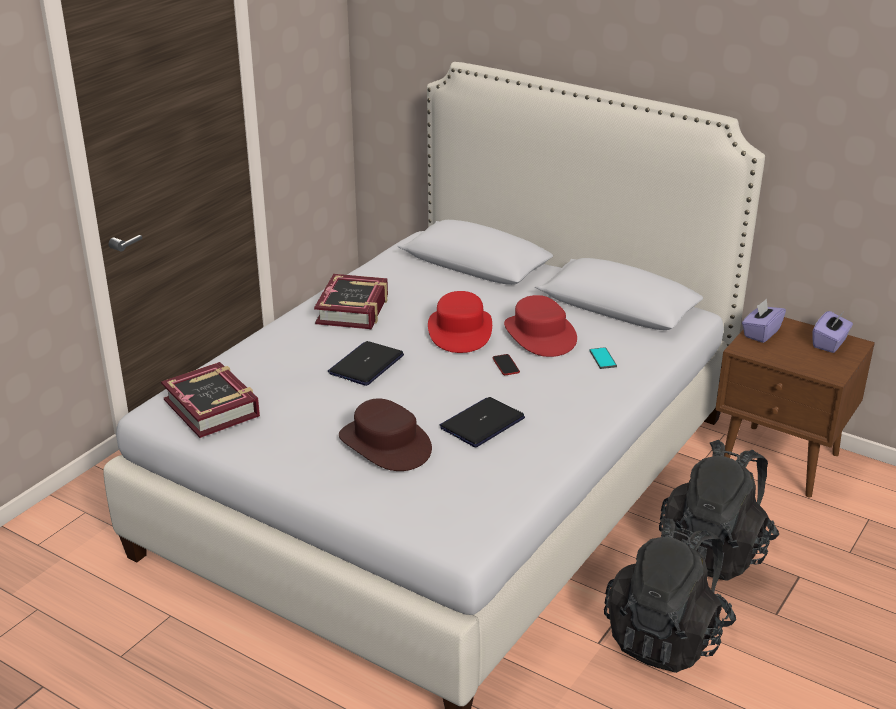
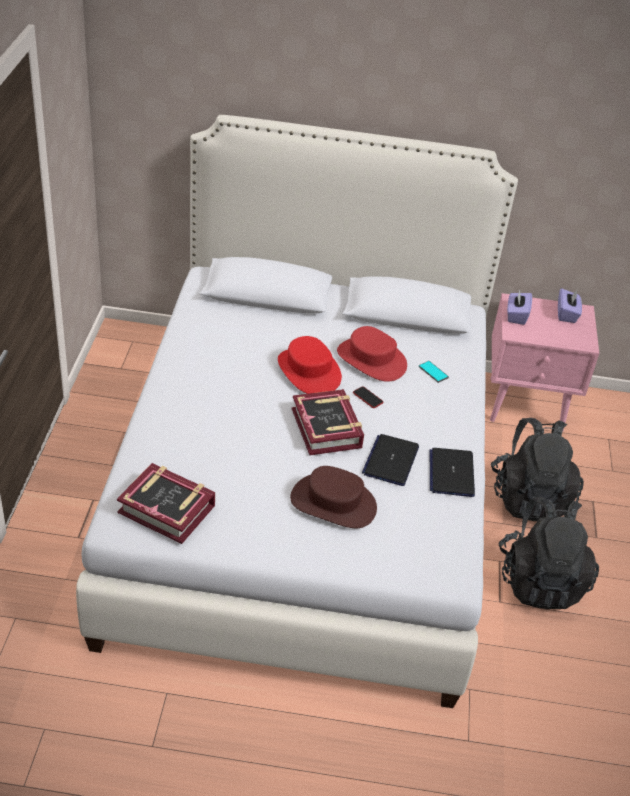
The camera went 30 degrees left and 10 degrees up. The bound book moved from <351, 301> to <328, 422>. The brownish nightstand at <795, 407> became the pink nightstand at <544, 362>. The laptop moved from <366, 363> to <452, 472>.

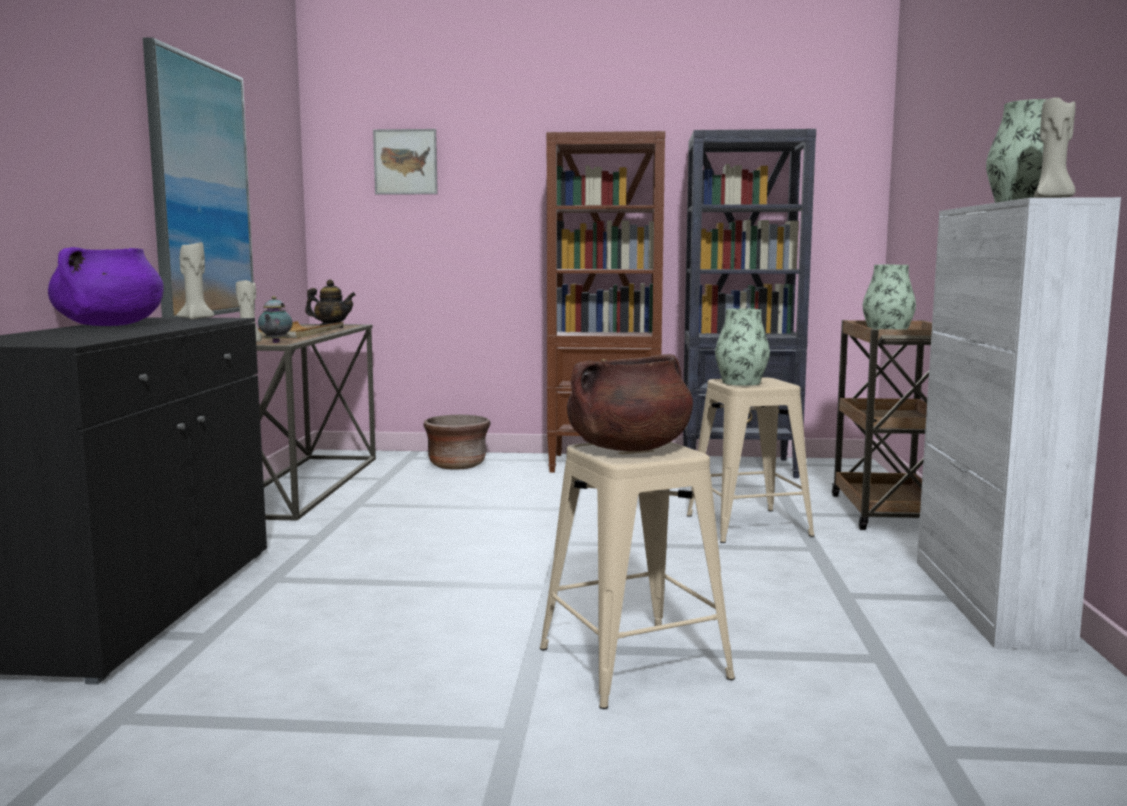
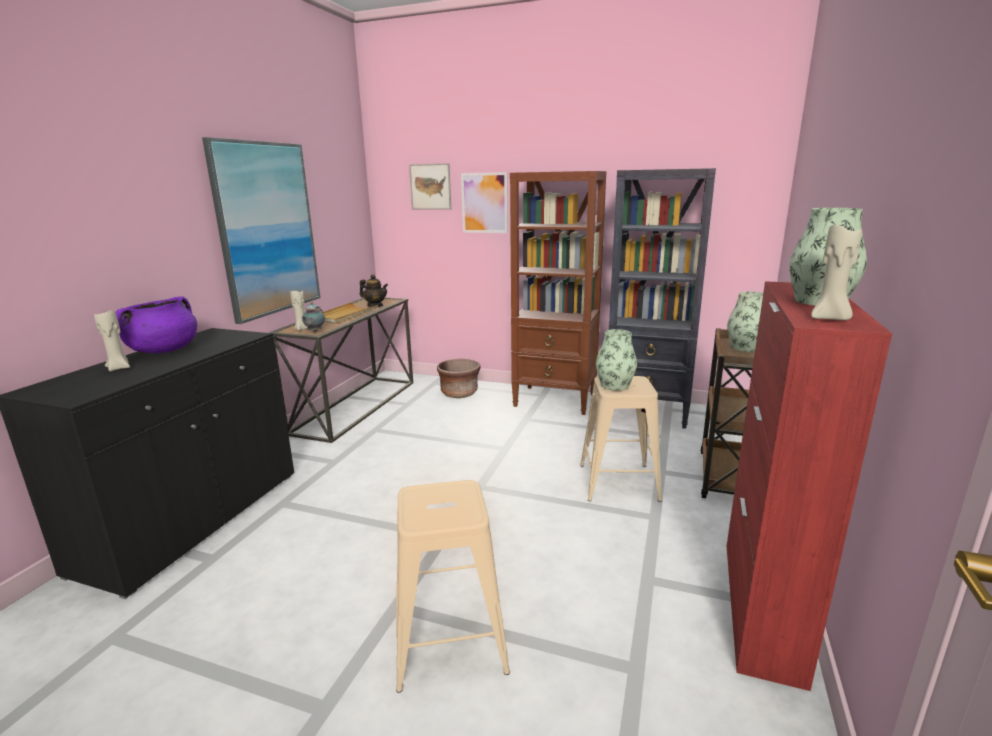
The camera went 15 degrees right and 10 degrees up. The white cabinet at <1019, 424> became the red-coloured cabinet at <809, 486>. The sand-coloured candle moved from <195, 281> to <112, 340>. The brownish cooking pot at <630, 402> disappeared. The picture at <484, 202> appeared.

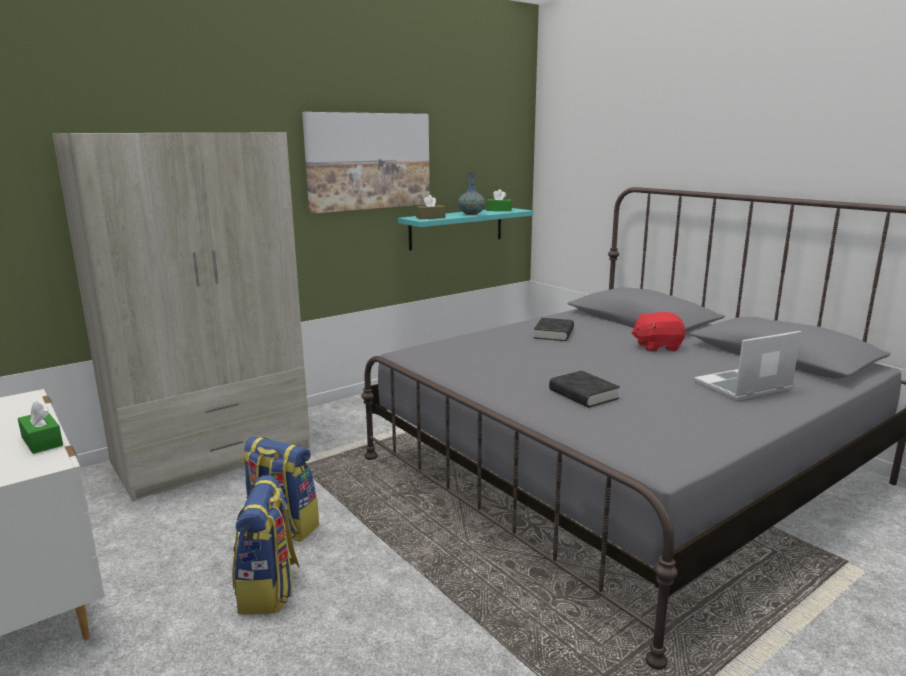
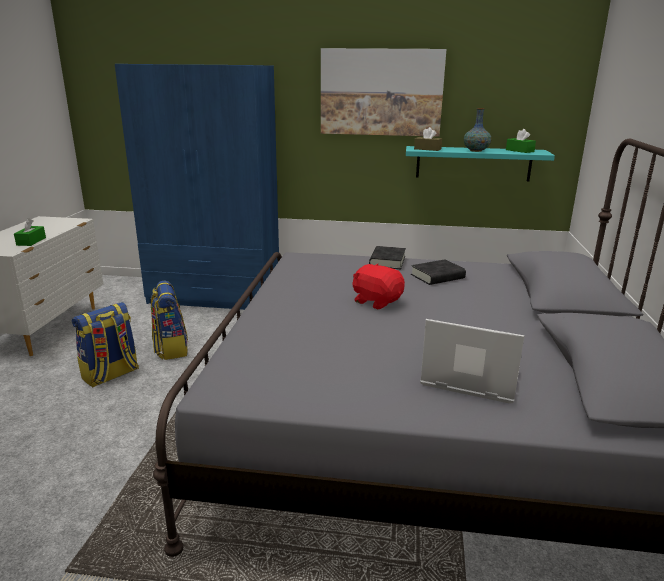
The camera went 45 degrees right and 5 degrees up. The sand-coloured clothes cupboard at <181, 317> became the blue clothes cupboard at <197, 187>. The red-coloured cuddly toy moved from <659, 331> to <378, 286>. The black-coloured bound book moved from <584, 389> to <387, 257>.

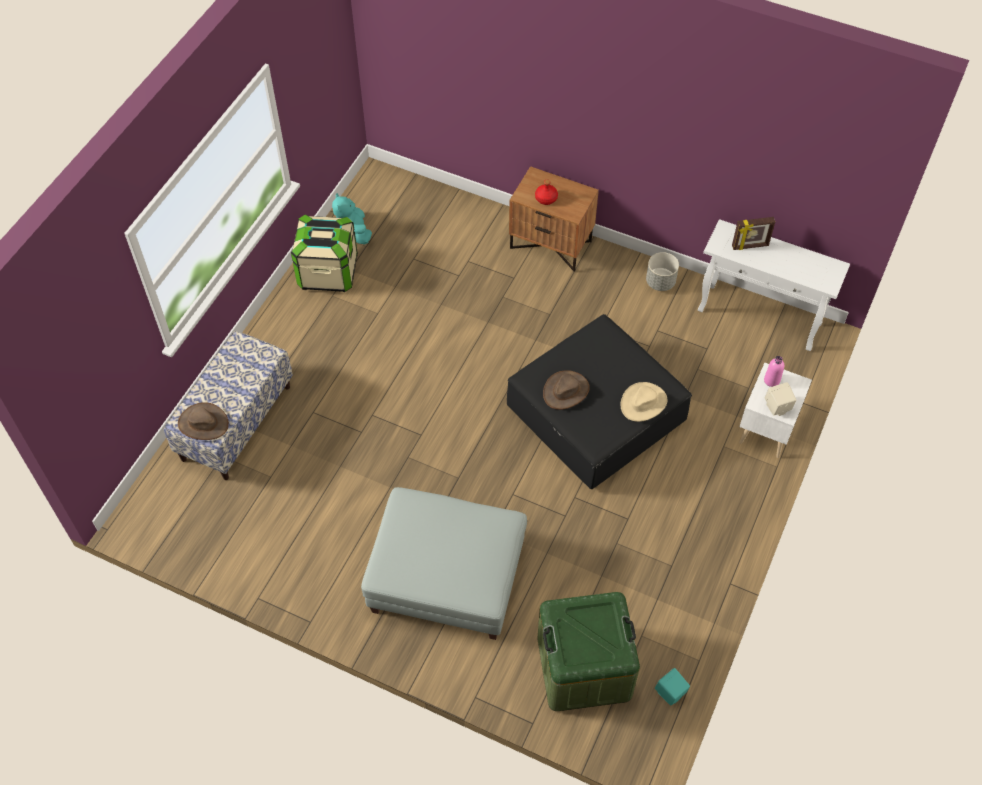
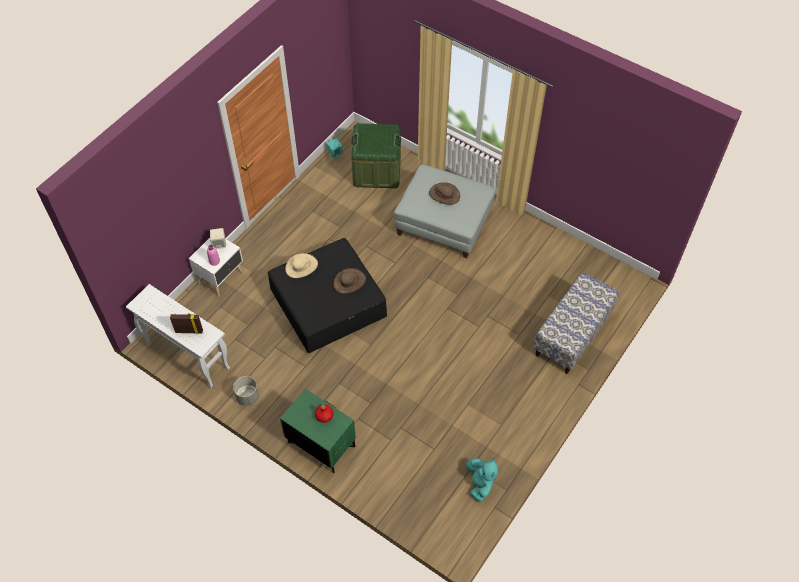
The camera went 170 degrees left and 0 degrees up. The brownish nightstand at <554, 218> became the greenish nightstand at <318, 431>. The storage bin at <324, 253> disappeared. The brownish hat moved from <203, 421> to <444, 193>.

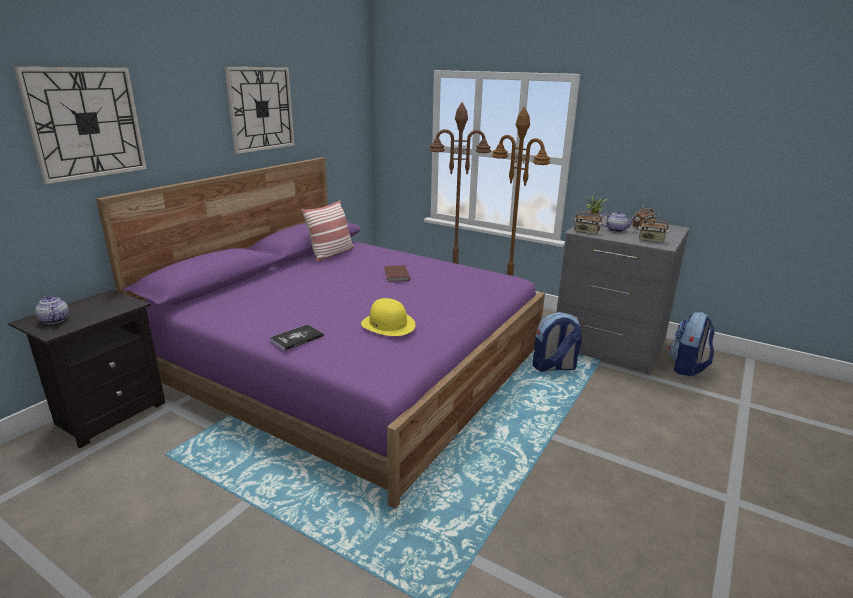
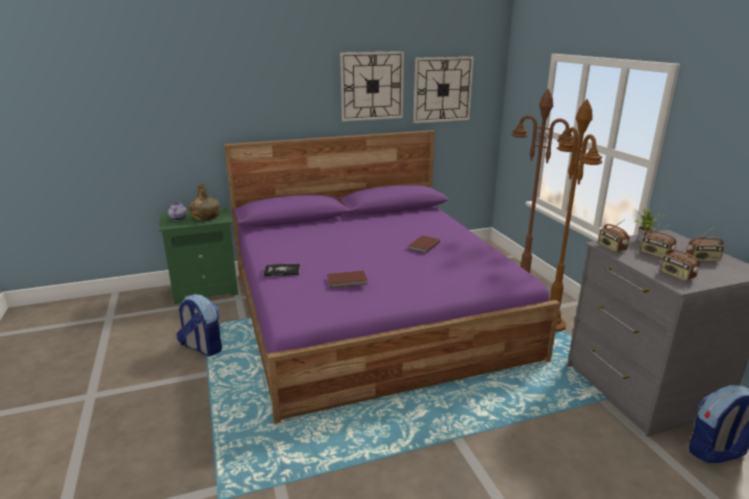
The camera went 40 degrees right and 0 degrees up. The hanging clock moved from <80, 125> to <443, 90>. The pillow at <327, 231> disappeared. The teapot at <618, 221> was replaced by the radio receiver at <658, 241>. The black-coloured nightstand at <86, 369> became the greenish nightstand at <198, 255>. The yellow-coloured hat at <388, 317> was replaced by the brownish bound book at <347, 279>. The backpack moved from <557, 342> to <199, 325>. The greenish bottle at <204, 202> appeared.

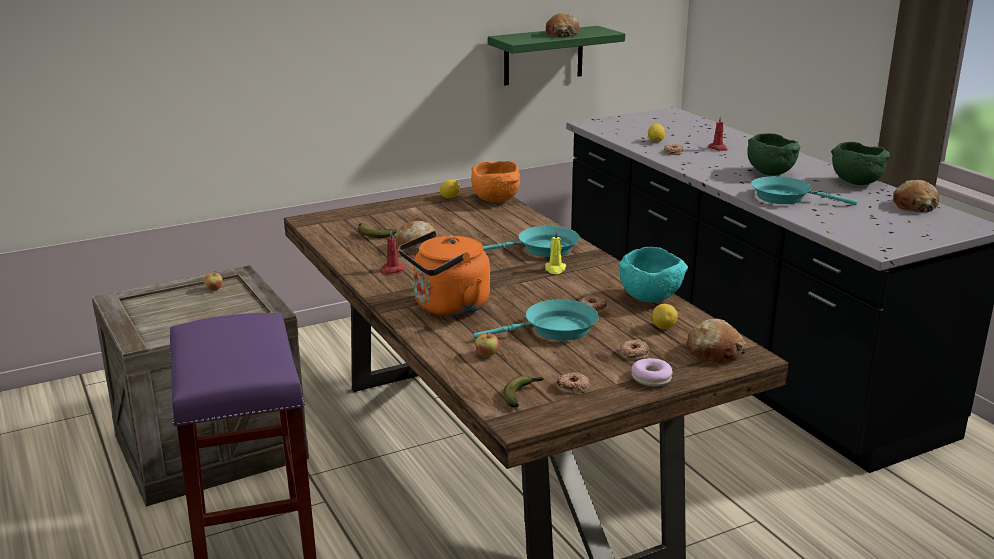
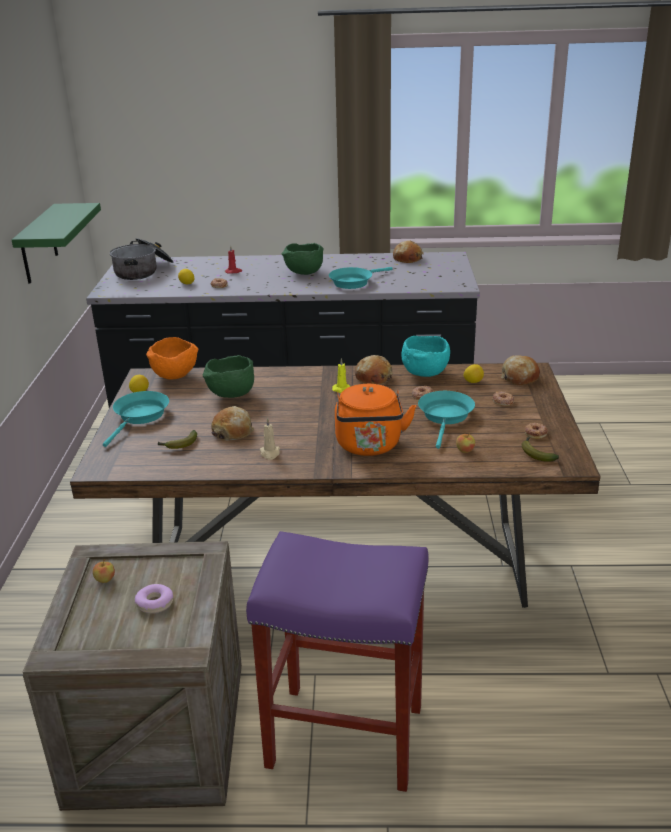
The camera went 60 degrees left and 5 degrees up. The baked bread moved from <562, 25> to <374, 370>. The greenish serving bowl moved from <860, 163> to <228, 376>. The turquoise-coloured pan moved from <531, 241> to <136, 419>. The red-coloured candle at <392, 252> became the sand-coloured candle at <270, 439>. The donut moved from <652, 372> to <154, 599>. The cooking pot at <141, 259> appeared.

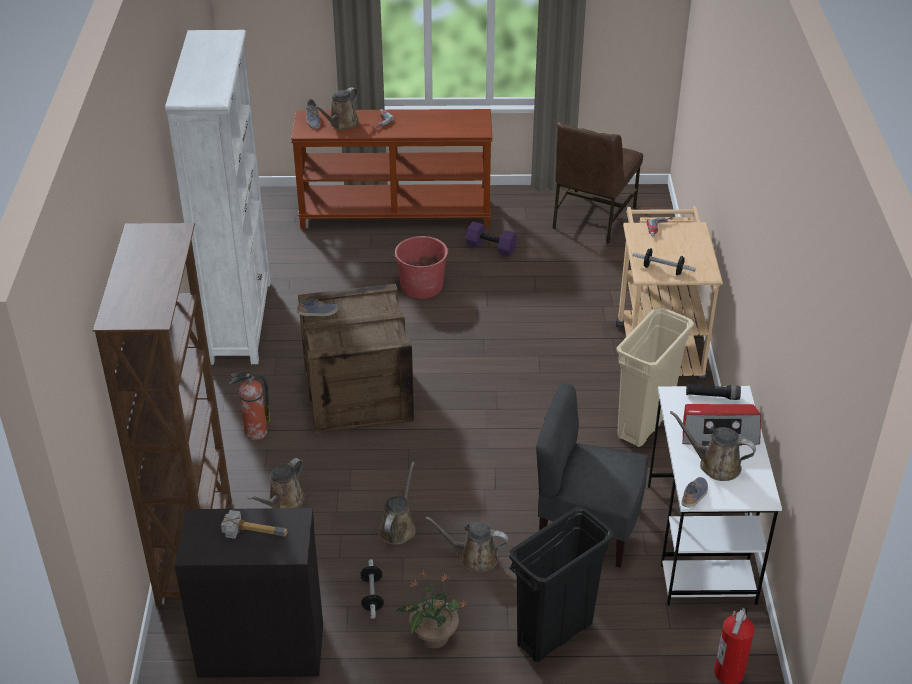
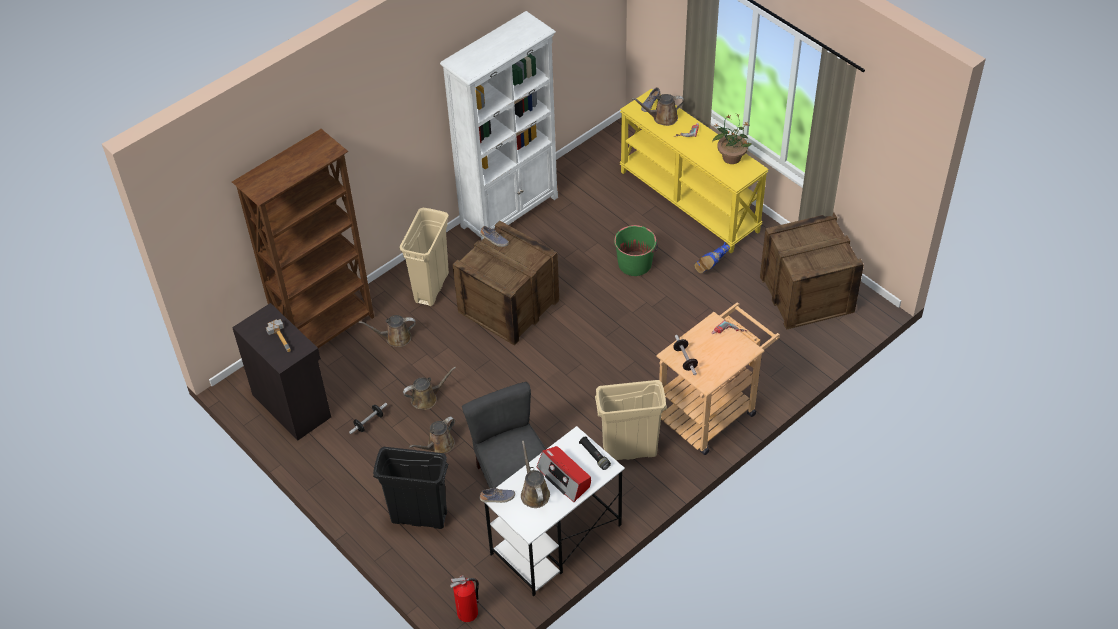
The camera went 50 degrees right and 10 degrees up. The brownish hall table at <391, 169> became the yellow-coloured hall table at <694, 171>. The brownish chair at <597, 183> was replaced by the crate at <812, 271>. The purple dumbbell at <491, 238> was replaced by the blue high-top boot at <712, 258>. The red-coloured water bucket at <421, 267> became the greenish water bucket at <636, 250>. The extinguisher at <250, 405> was replaced by the sand-coloured rubbish bin at <424, 257>. The brownish watering pot at <466, 544> turned 105 degrees counterclockwise. The potted plant moved from <431, 609> to <732, 139>.

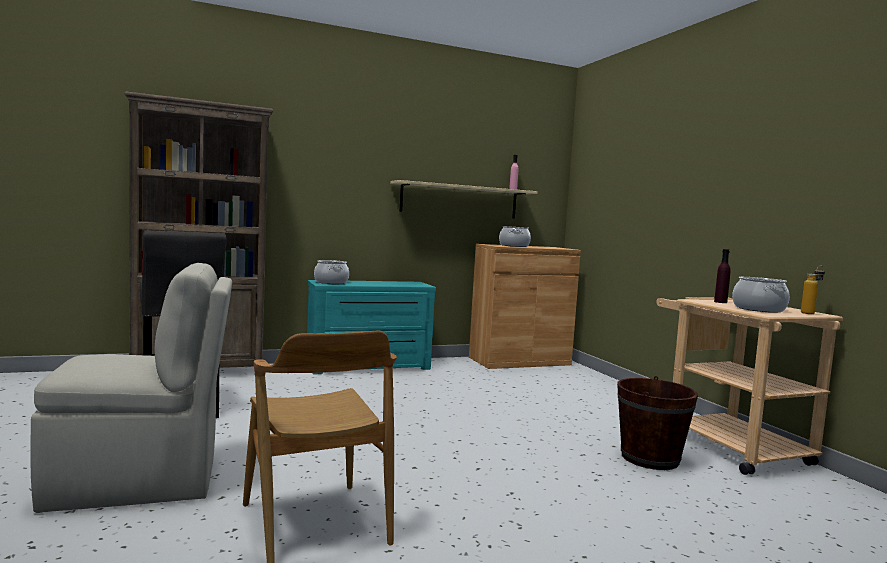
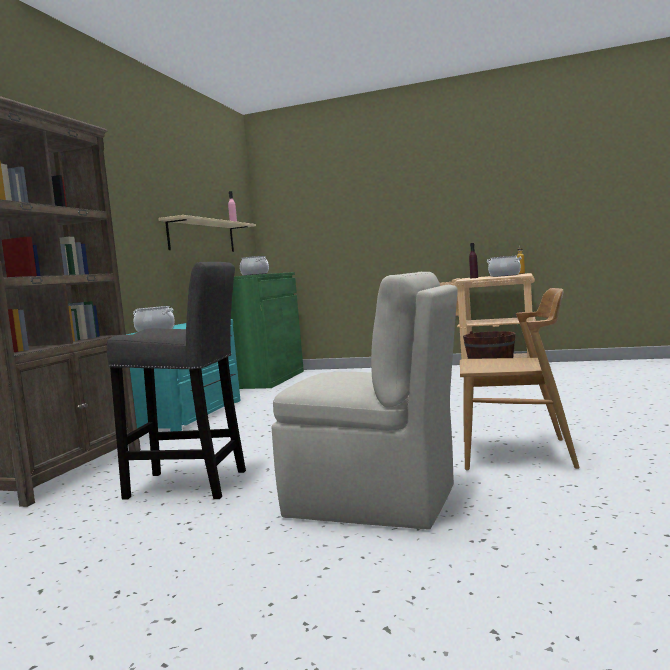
The camera went 50 degrees left and 0 degrees up. The brownish cabinet at <525, 306> became the greenish cabinet at <267, 330>. The sand-coloured chair at <131, 388> turned 90 degrees clockwise.

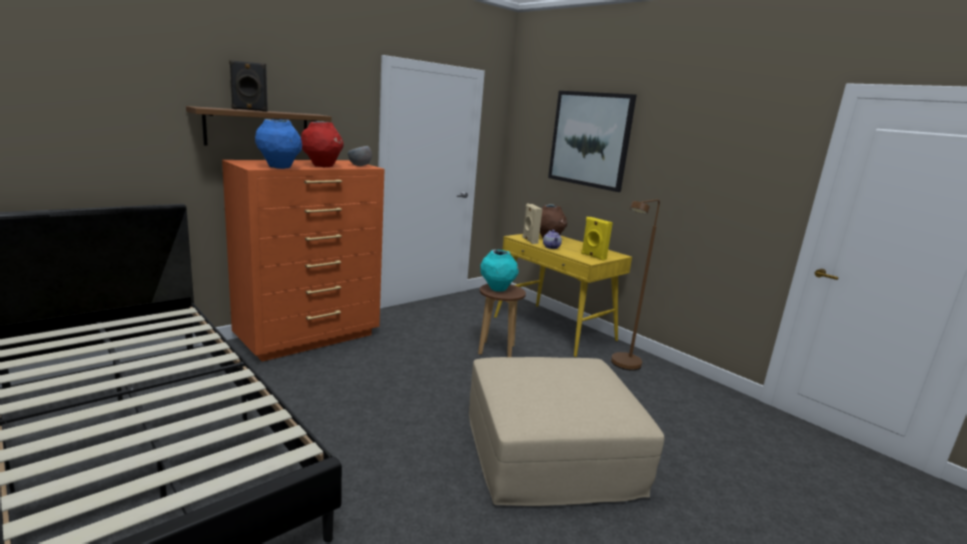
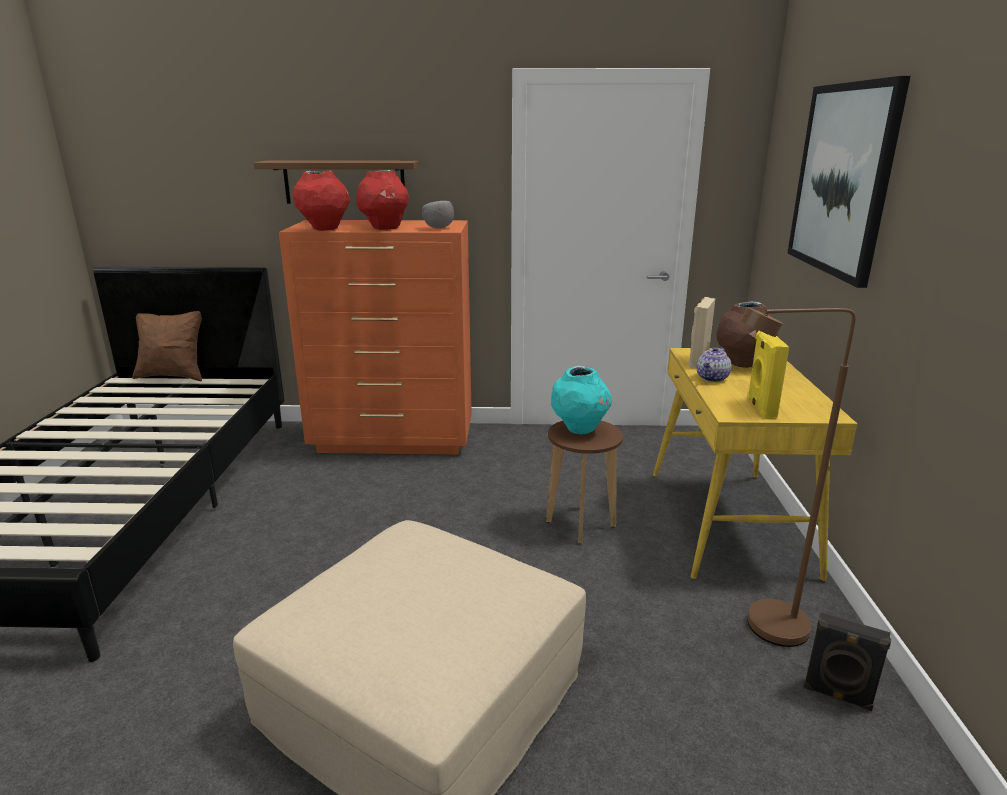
The camera went 45 degrees right and 5 degrees up. The black-coloured loudspeaker moved from <248, 86> to <847, 661>. The blue flower vase at <278, 144> became the red-coloured flower vase at <321, 200>. The brownish pillow at <167, 346> appeared.

